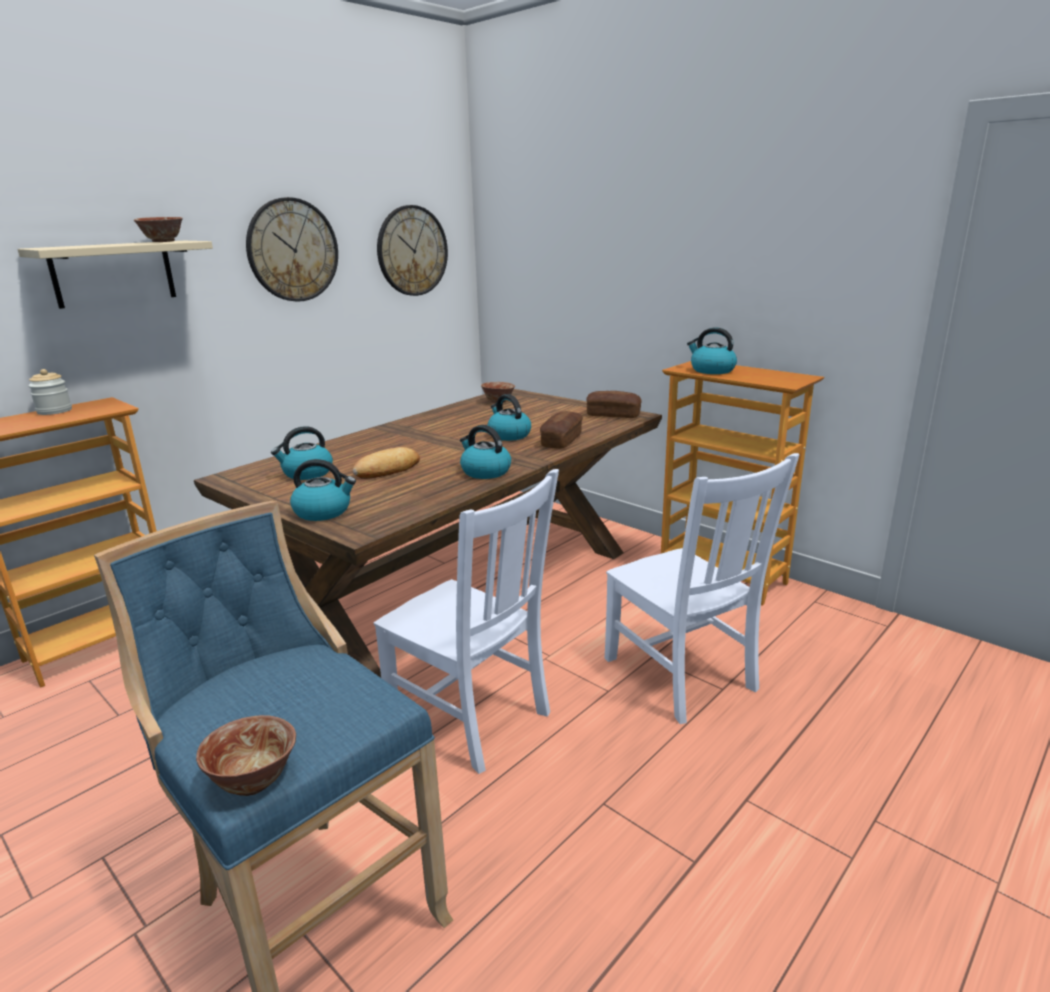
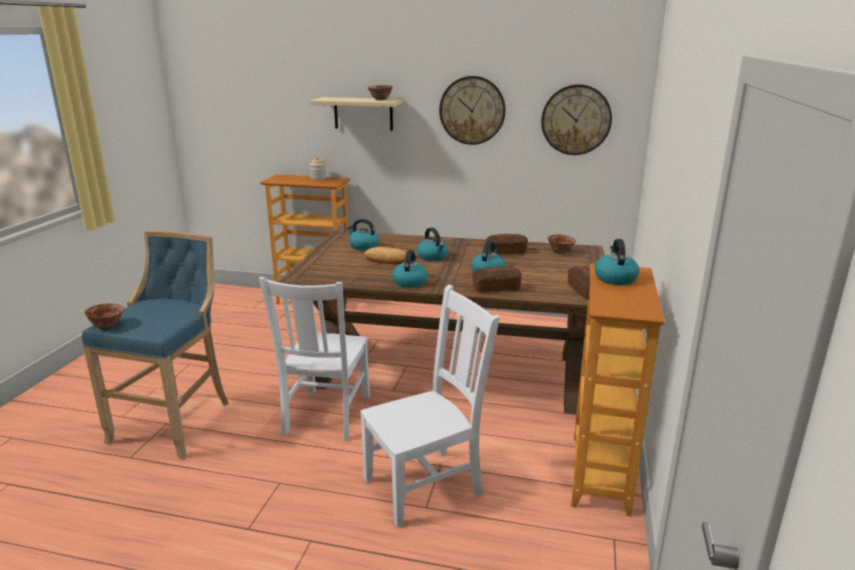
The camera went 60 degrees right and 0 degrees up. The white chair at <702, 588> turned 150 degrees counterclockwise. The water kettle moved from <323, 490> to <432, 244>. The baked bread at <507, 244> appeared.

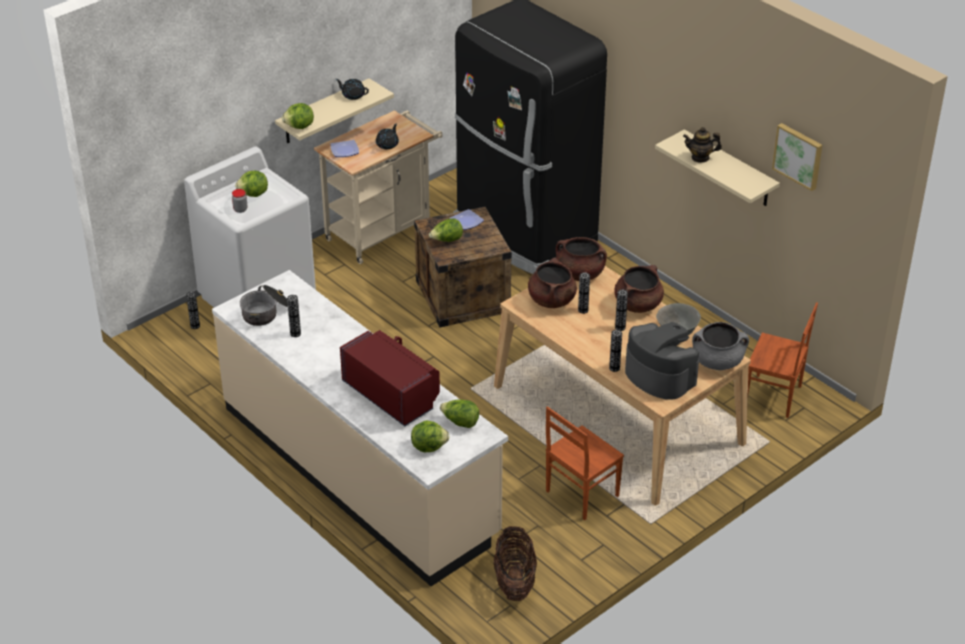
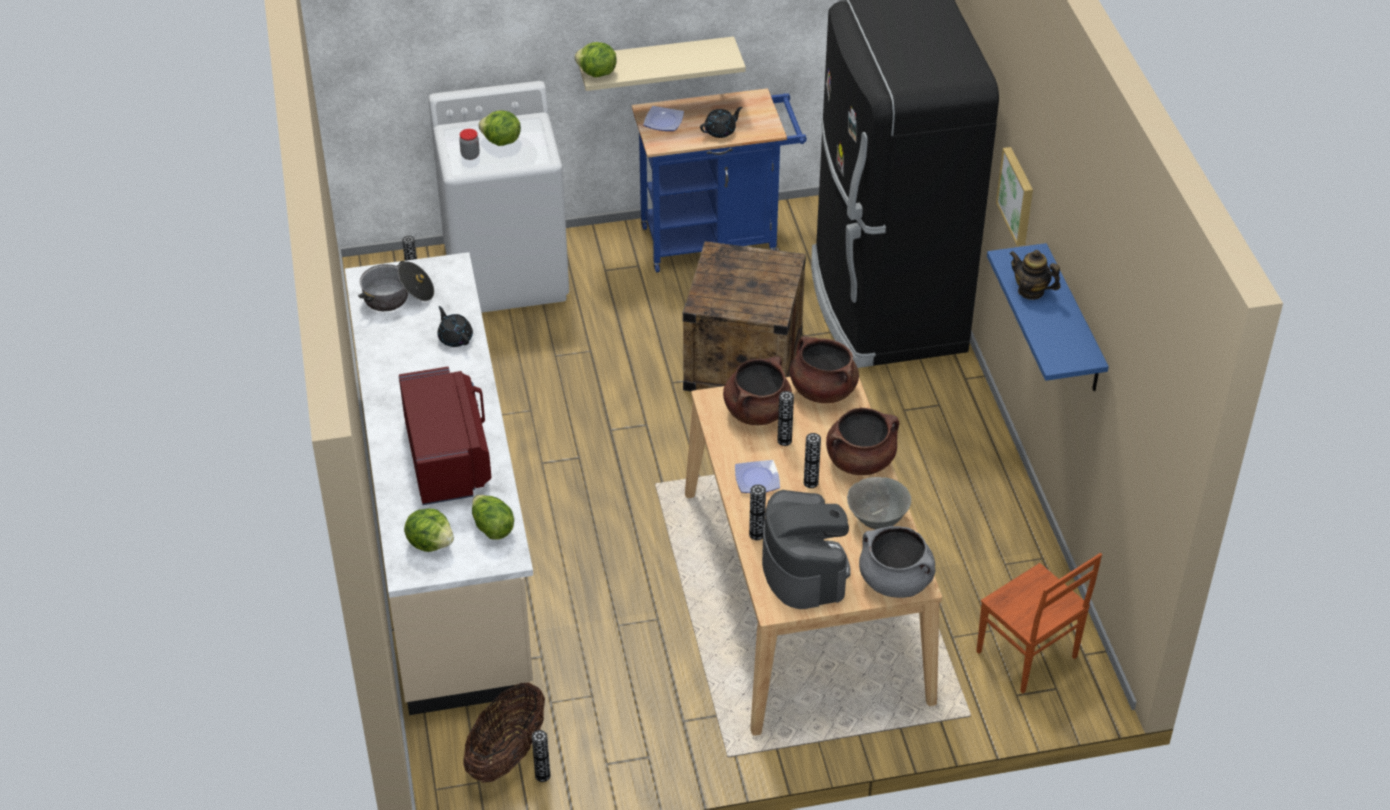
The camera went 30 degrees right and 5 degrees up. The black-coloured teapot moved from <352, 89> to <455, 326>. The sand-coloured wheeled cart at <378, 187> became the blue wheeled cart at <719, 180>. The picture moved from <797, 157> to <1014, 196>. The sand-coloured wall shelf at <717, 167> became the blue wall shelf at <1048, 317>. The flat dish moved from <467, 219> to <757, 476>. The head of lettuce at <446, 230> disappeared. The flower vase moved from <294, 316> to <541, 756>. The brownish chair at <585, 463> disappeared.

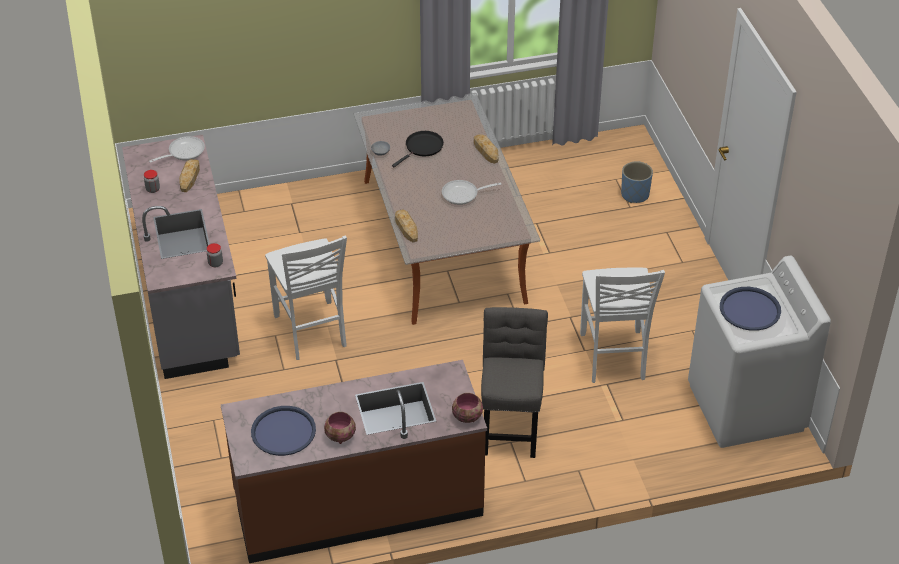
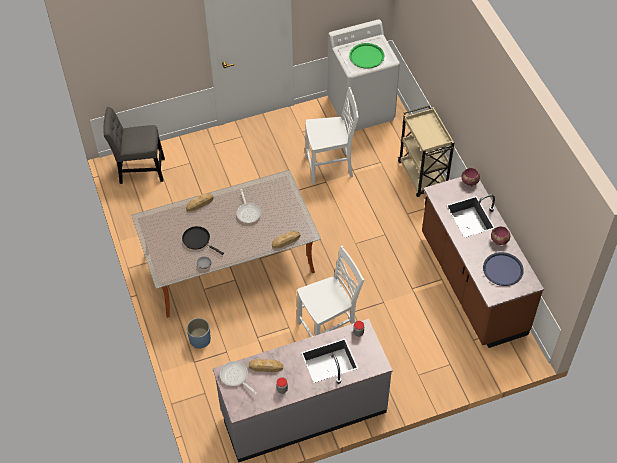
The camera went 95 degrees left and 10 degrees up. The blue planter moved from <637, 182> to <198, 333>. The blue tray at <750, 309> became the greenish tray at <366, 56>. The greyish chair moved from <514, 382> to <134, 145>. The sand-coloured wheeled cart at <426, 151> appeared.

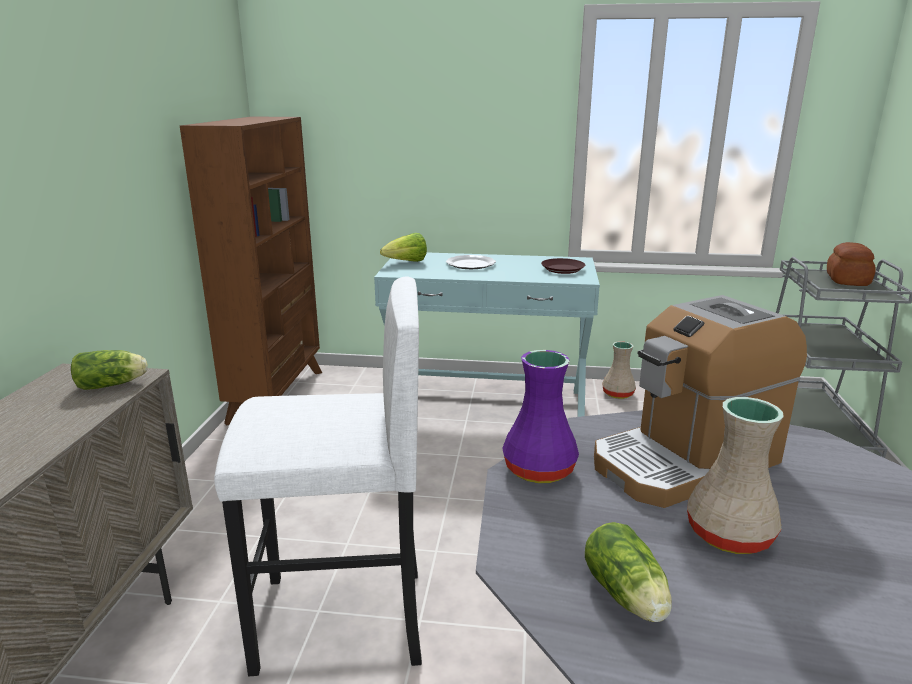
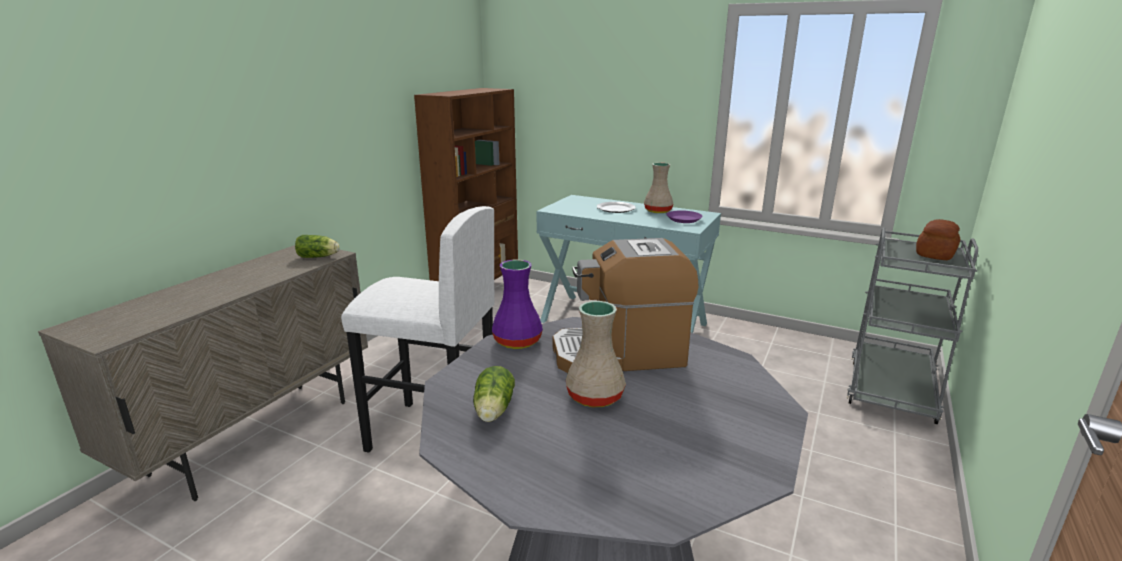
The camera went 20 degrees right and 0 degrees up. The head of lettuce at <403, 247> disappeared. The brownish flat dish at <563, 266> became the purple flat dish at <684, 216>. The sand-coloured flower vase moved from <619, 370> to <658, 188>.

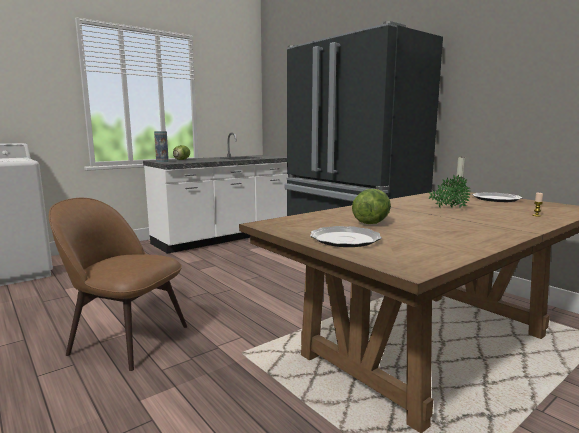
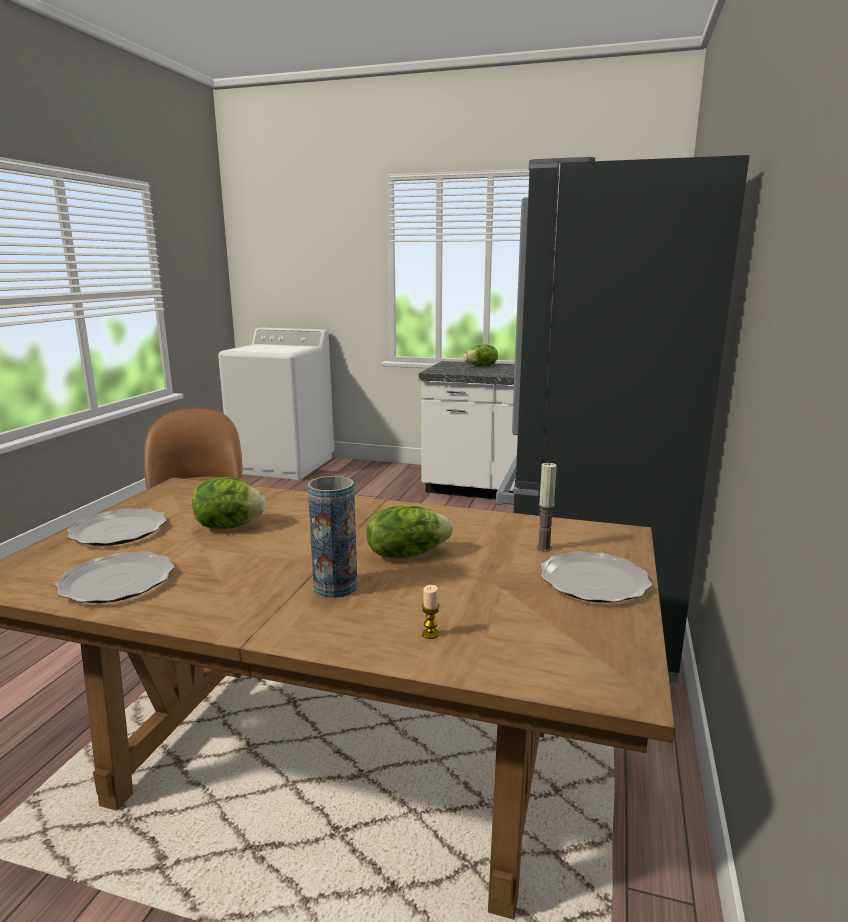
The camera went 55 degrees right and 5 degrees up. The flower vase moved from <161, 146> to <333, 537>. The potted plant at <449, 191> was replaced by the head of lettuce at <409, 532>. The flat dish at <114, 577> appeared.

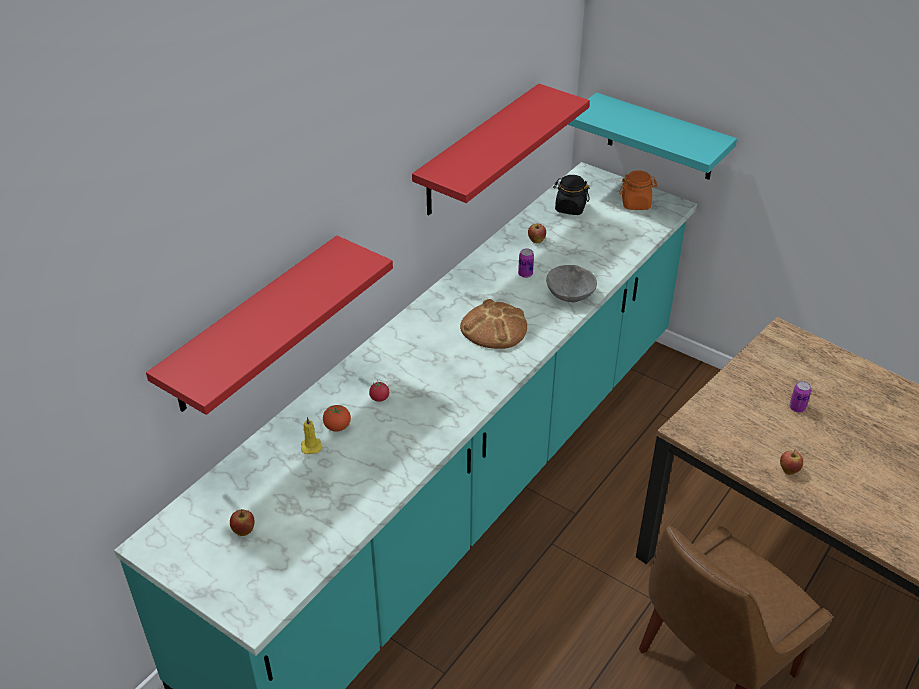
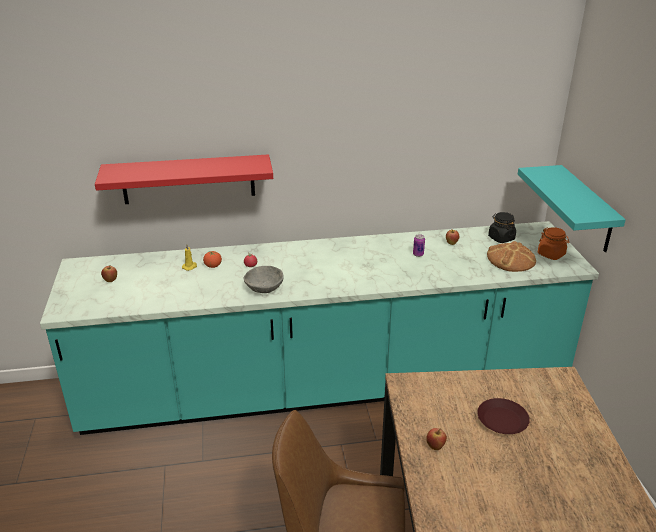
The camera went 45 degrees right and 10 degrees down. The red-coloured wall shelf at <501, 150> disappeared. The greyish serving bowl moved from <571, 284> to <264, 279>. The baked bread moved from <493, 324> to <511, 256>. The metal can at <800, 396> was replaced by the brownish flat dish at <503, 416>.

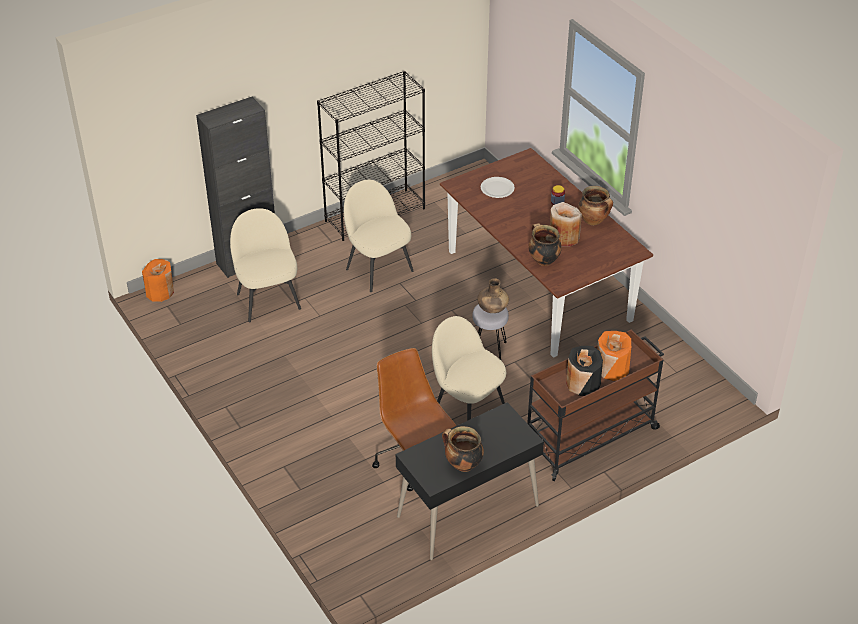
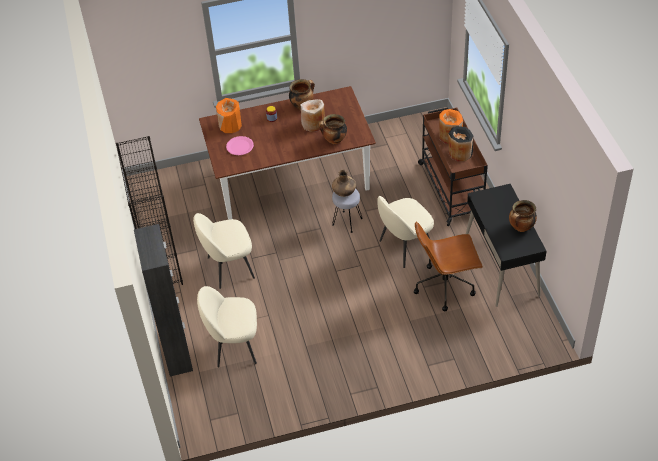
The camera went 70 degrees left and 5 degrees up. The white flat dish at <497, 187> became the pink flat dish at <240, 145>. The orangey flower vase moved from <158, 280> to <229, 115>.

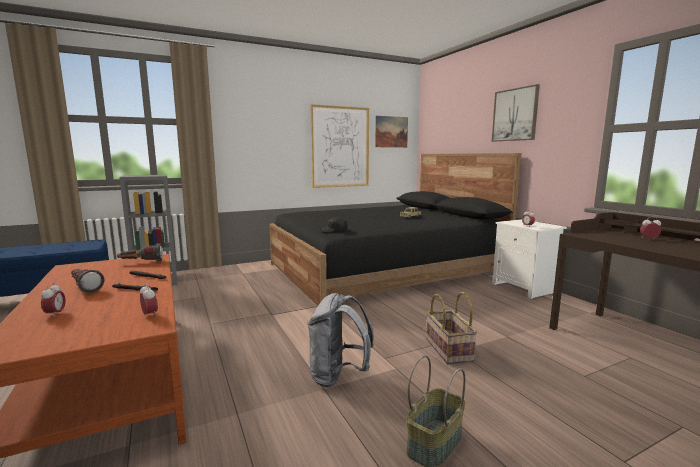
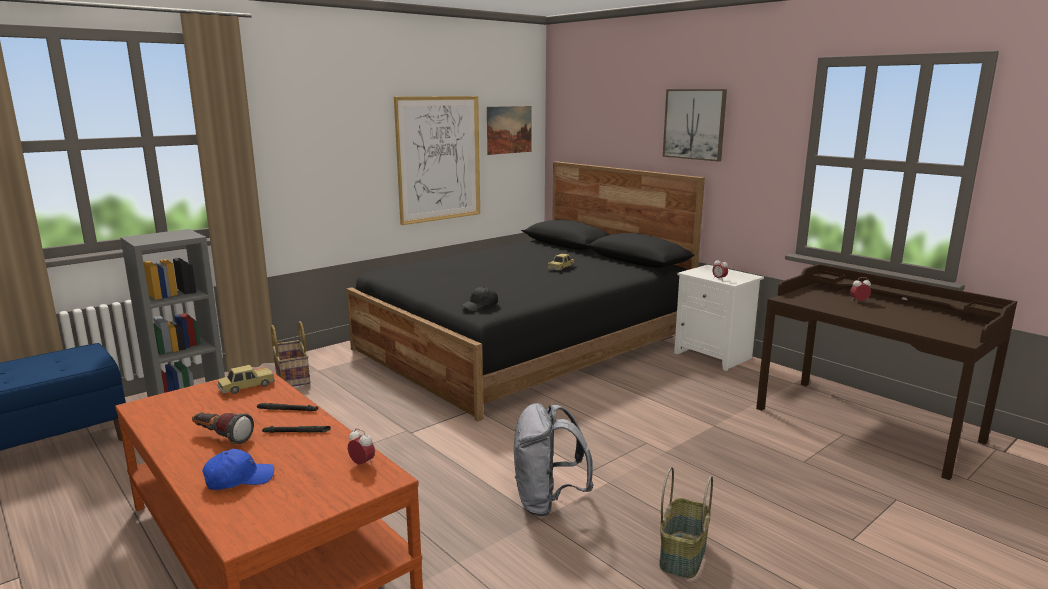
The camera went 15 degrees left and 5 degrees up. The hand torch at <140, 252> was replaced by the toy car at <246, 379>. The alarm clock at <53, 299> was replaced by the blue cap at <238, 469>. The basket moved from <451, 328> to <290, 354>.

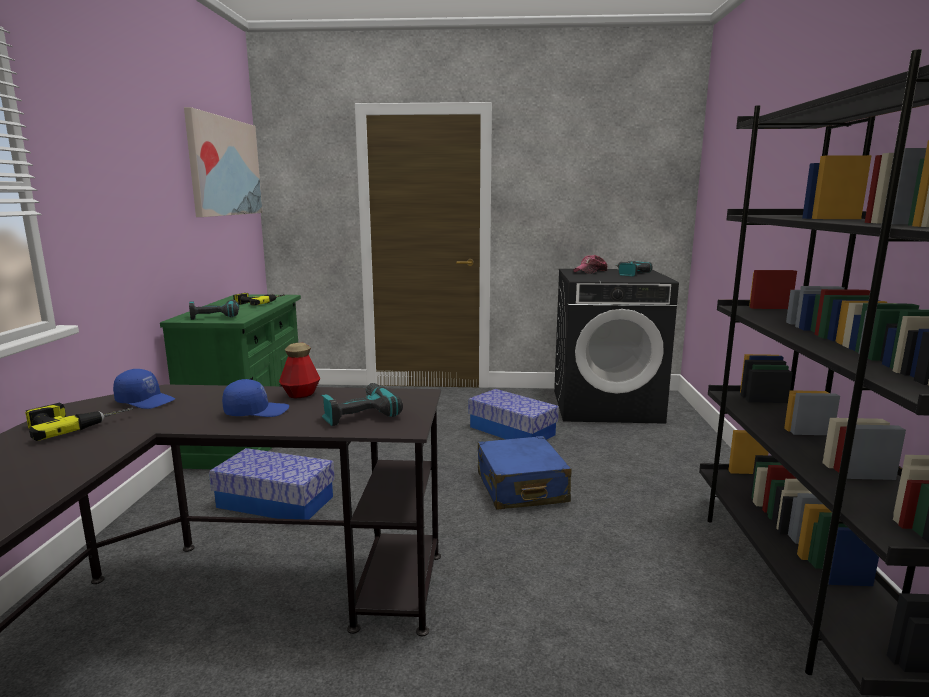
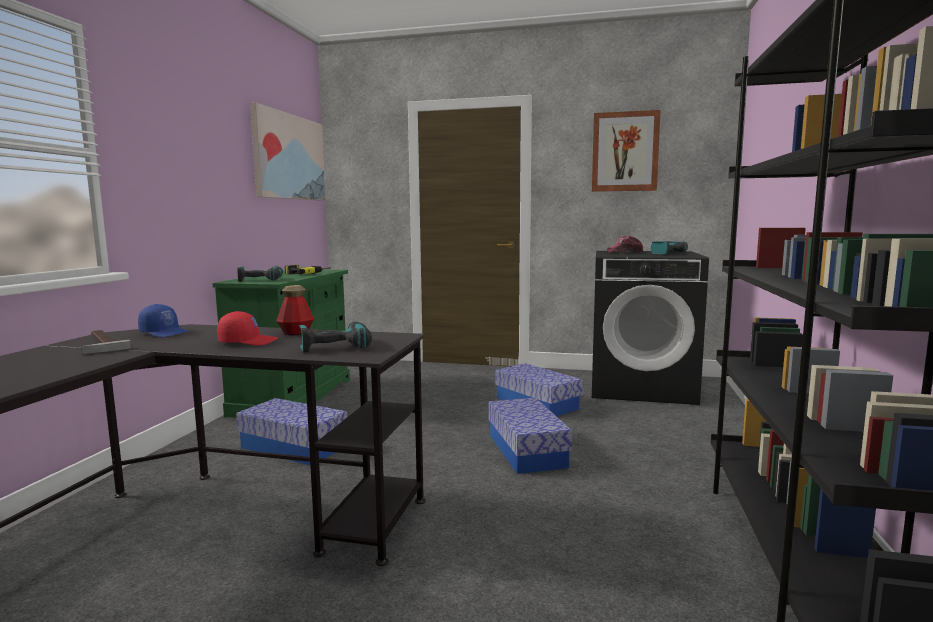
The camera went 10 degrees right and 5 degrees down. The blue cap at <255, 398> became the red-coloured cap at <247, 328>. The power drill at <79, 421> was replaced by the hand hammer at <106, 342>. The blue suitcase at <525, 473> was replaced by the storage bin at <530, 436>. The picture at <626, 151> appeared.

